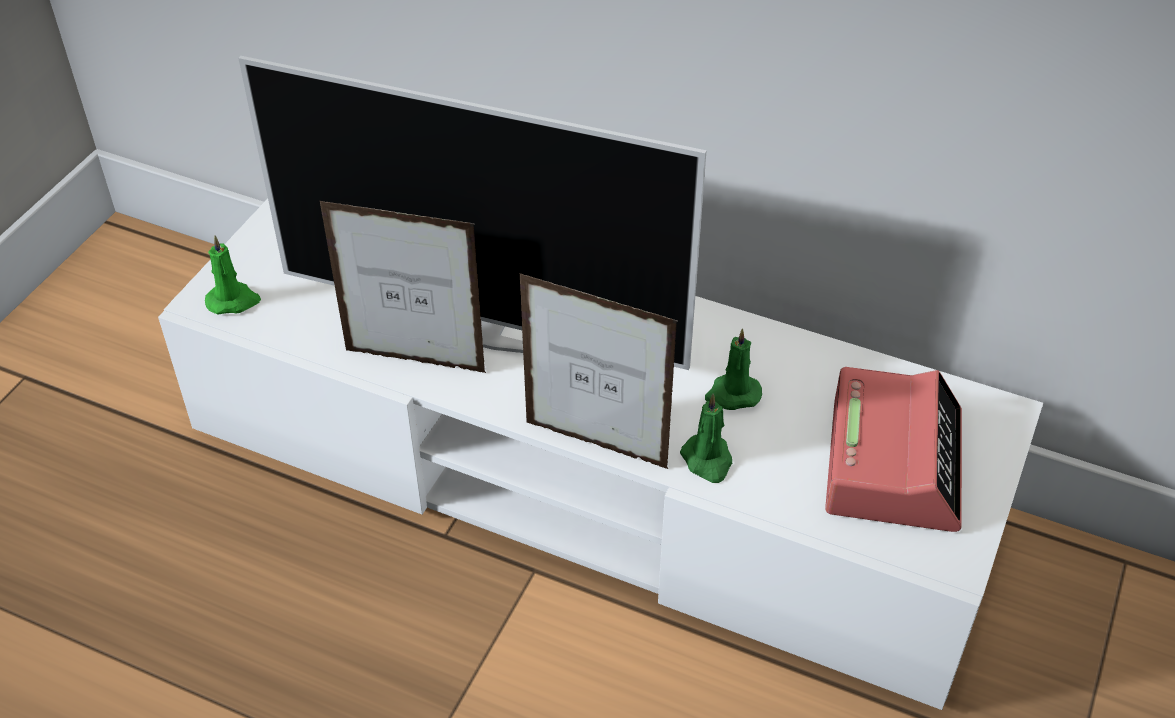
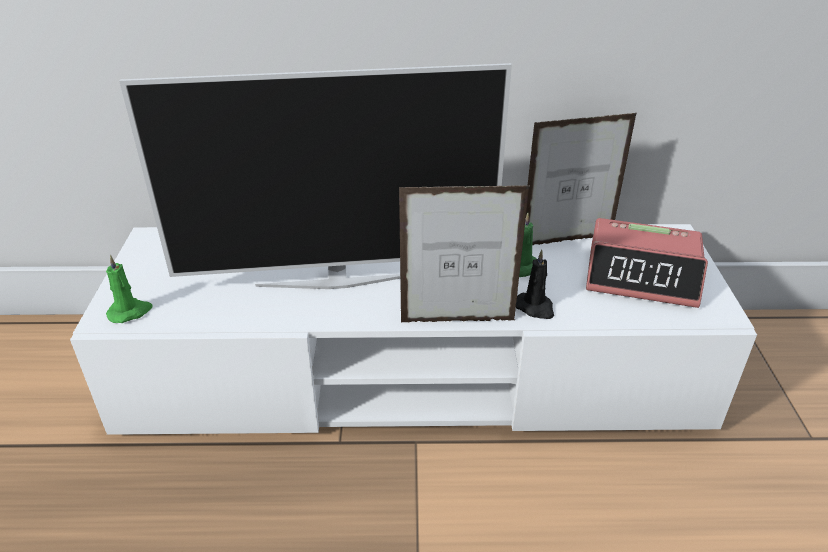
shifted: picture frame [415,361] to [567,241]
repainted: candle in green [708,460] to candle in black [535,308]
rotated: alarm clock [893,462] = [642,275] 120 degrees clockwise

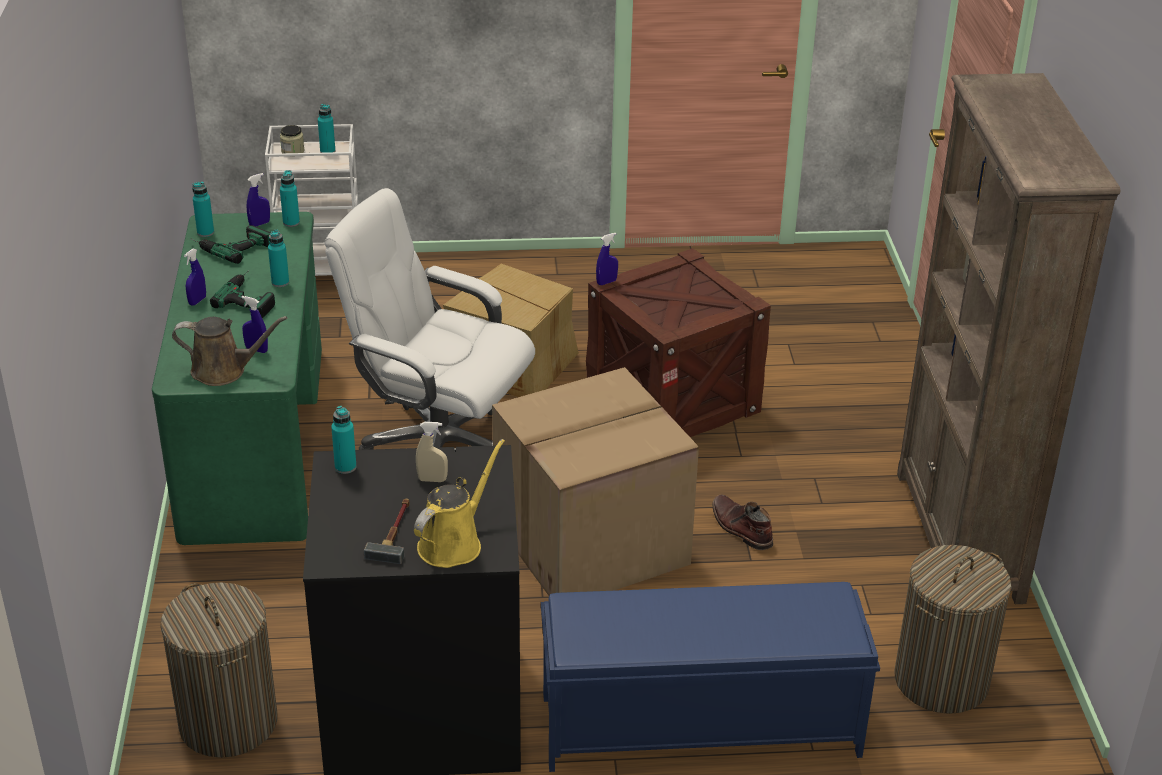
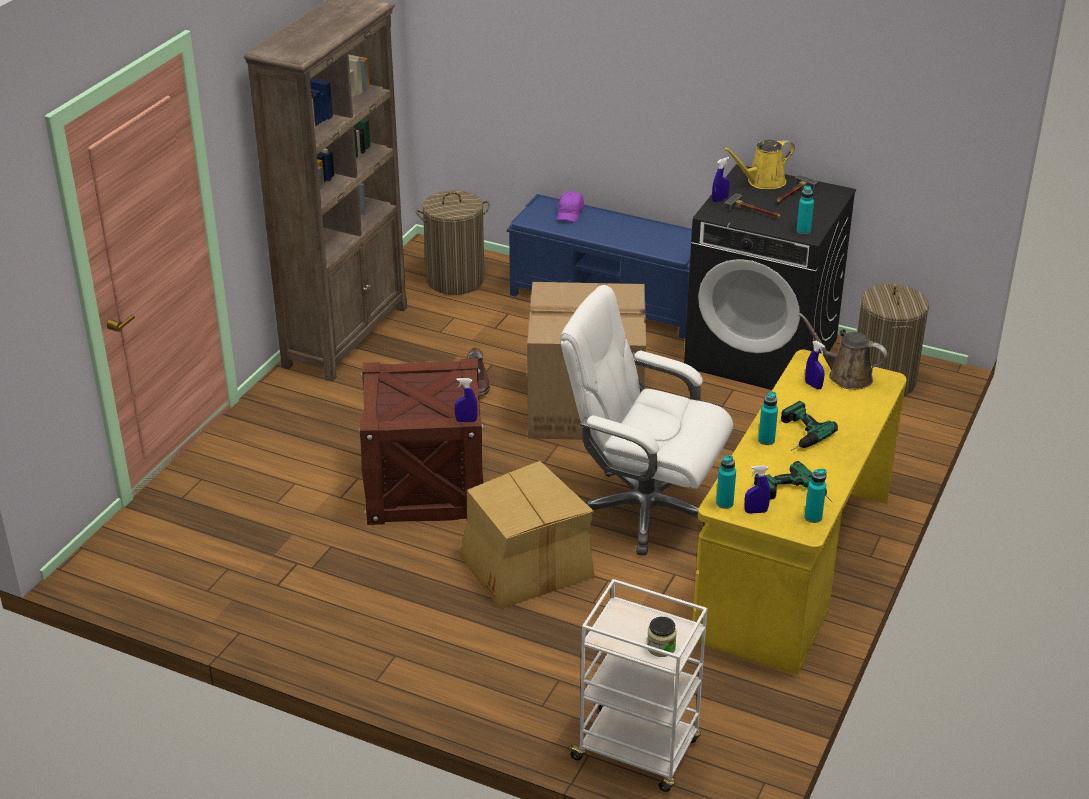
gone: bottle in turquoise [327,151]
new: cap in purple [570,213]
shifted: spray bottle in blue [197,301] to [720,200]
swapped: spray bottle in beige [432,480] to hammer [754,212]
repainted: desk in green [254,440] to desk in yellow [794,567]
rotated: office chair in white [438,446] = [643,510] 150 degrees clockwise

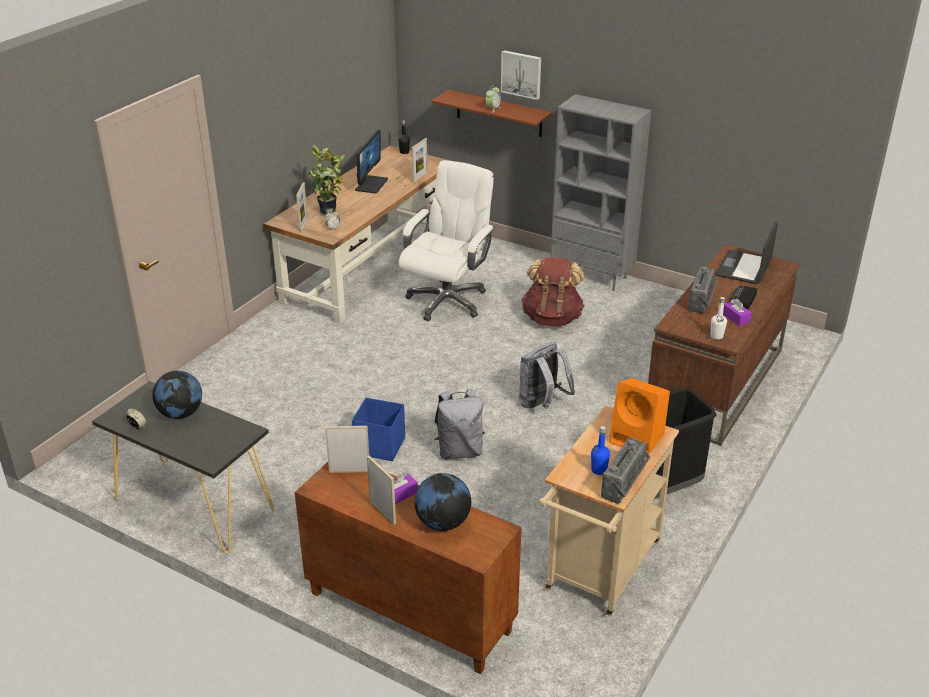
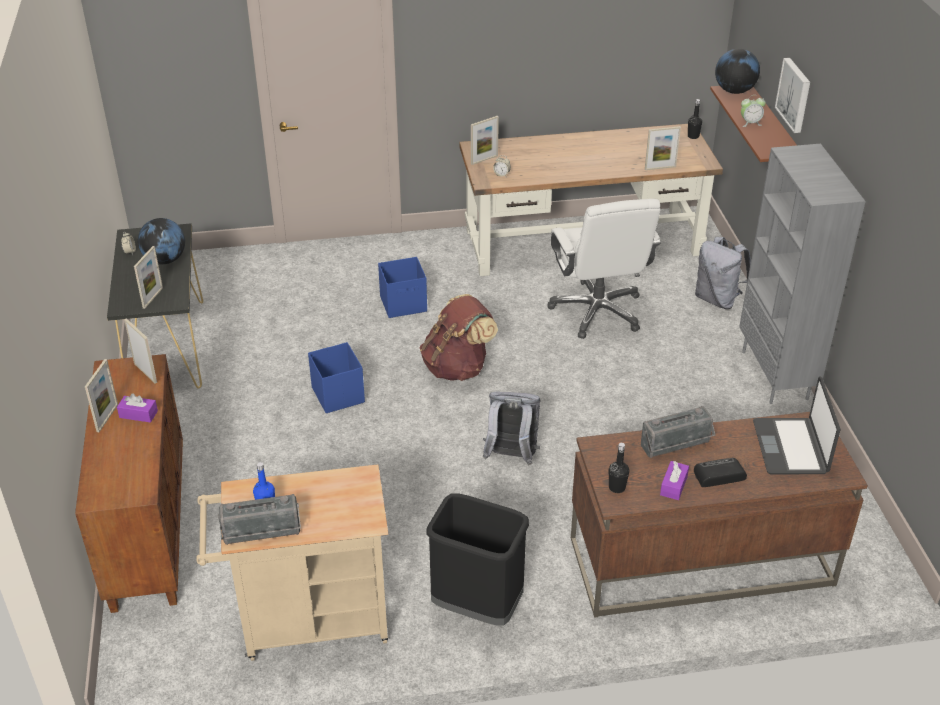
gone: potted plant [330,212]; monitor [370,184]; speaker in orange [638,438]
new: picture frame [153,298]; storage box in blue [404,304]
shifted: globe [443,522] to [734,91]; backpack in grey [459,451] to [717,299]; backpack in brown [552,318] to [457,367]
repainted: bottle in white [716,336] to bottle in black [617,487]
rotated: office chair in white [447,300] = [598,311] 90 degrees clockwise; laptop [744,268] = [791,447] 75 degrees counterclockwise

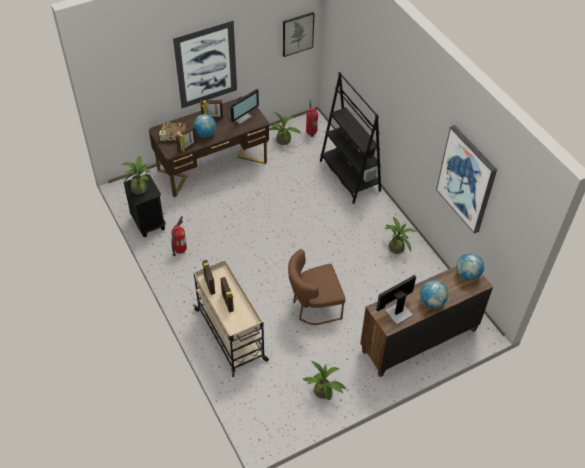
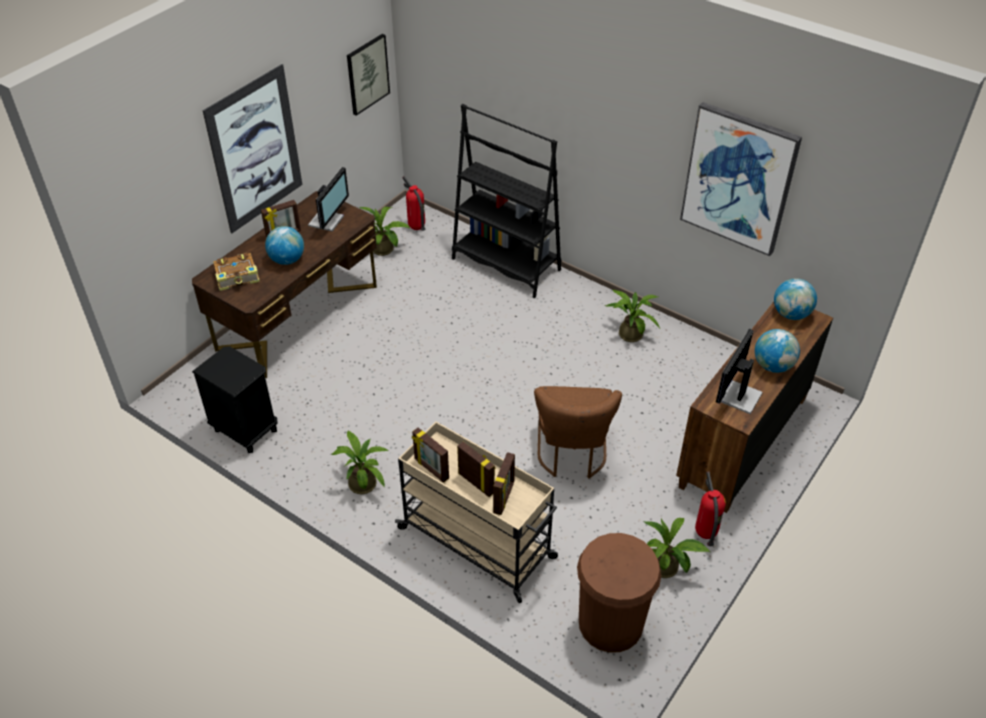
new: trash can in brown [610,623]
shifted: potted plant [140,187] to [362,481]; fire extinguisher [180,250] to [704,533]; picture frame [187,148] to [504,497]
rotated: chair in brown [313,307] = [571,454] 45 degrees counterclockwise

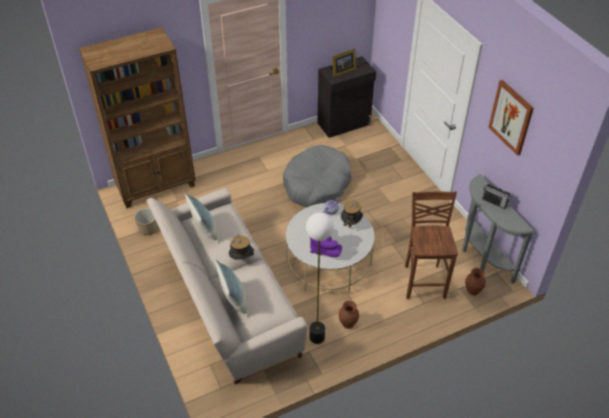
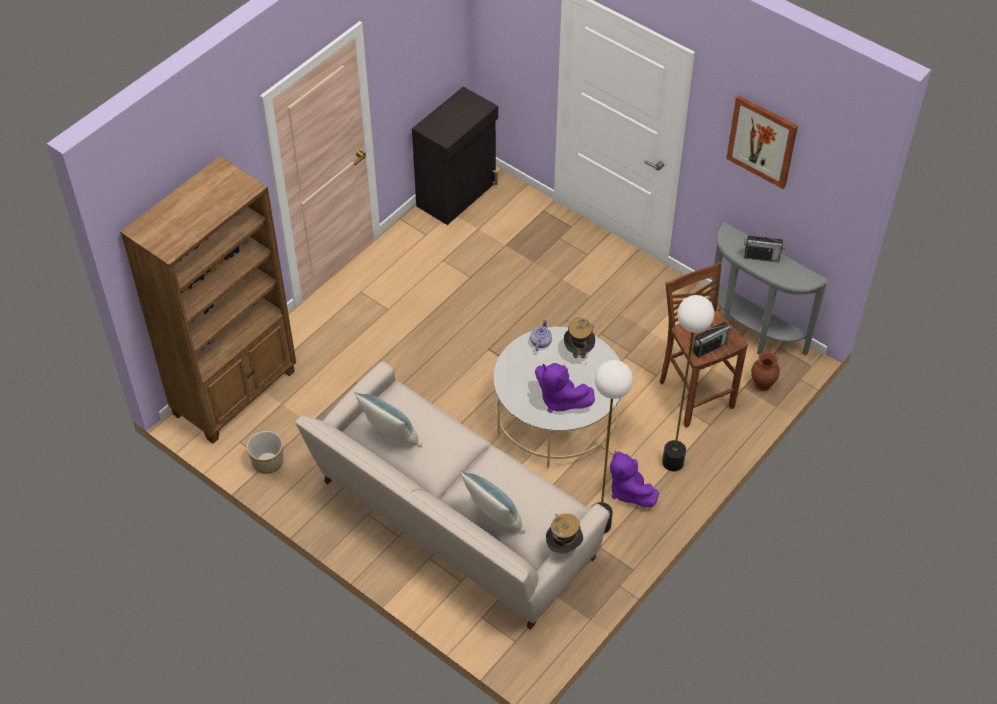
gone: dog bed in grey [316,184]; picture frame [342,71]
new: floor lamp [673,462]; radio [710,347]
shifted: hat [242,259] to [564,548]
swapped: vase in brown [347,323] to plush toy in purple [629,490]

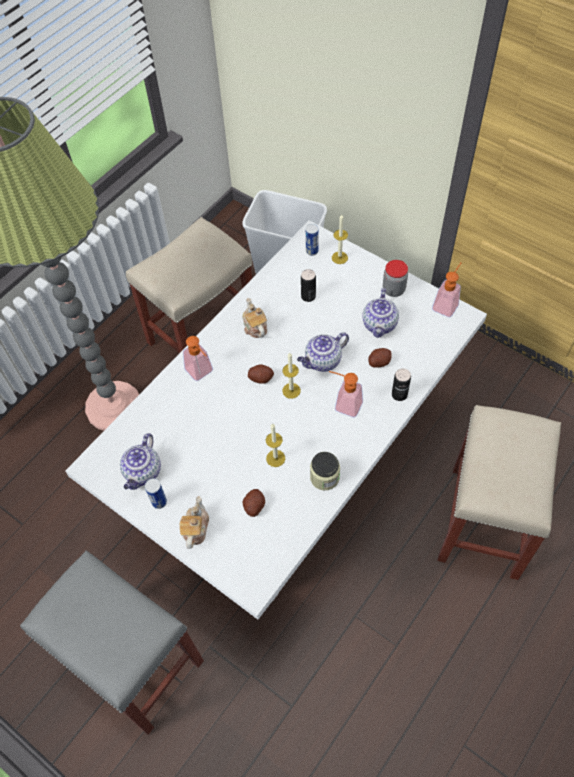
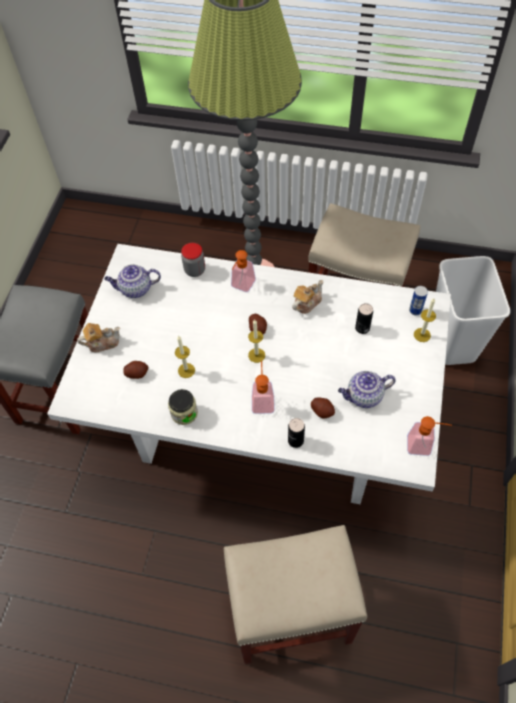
gone: can [159,502]; teapot [322,361]
shifted: jar [393,290] to [195,270]

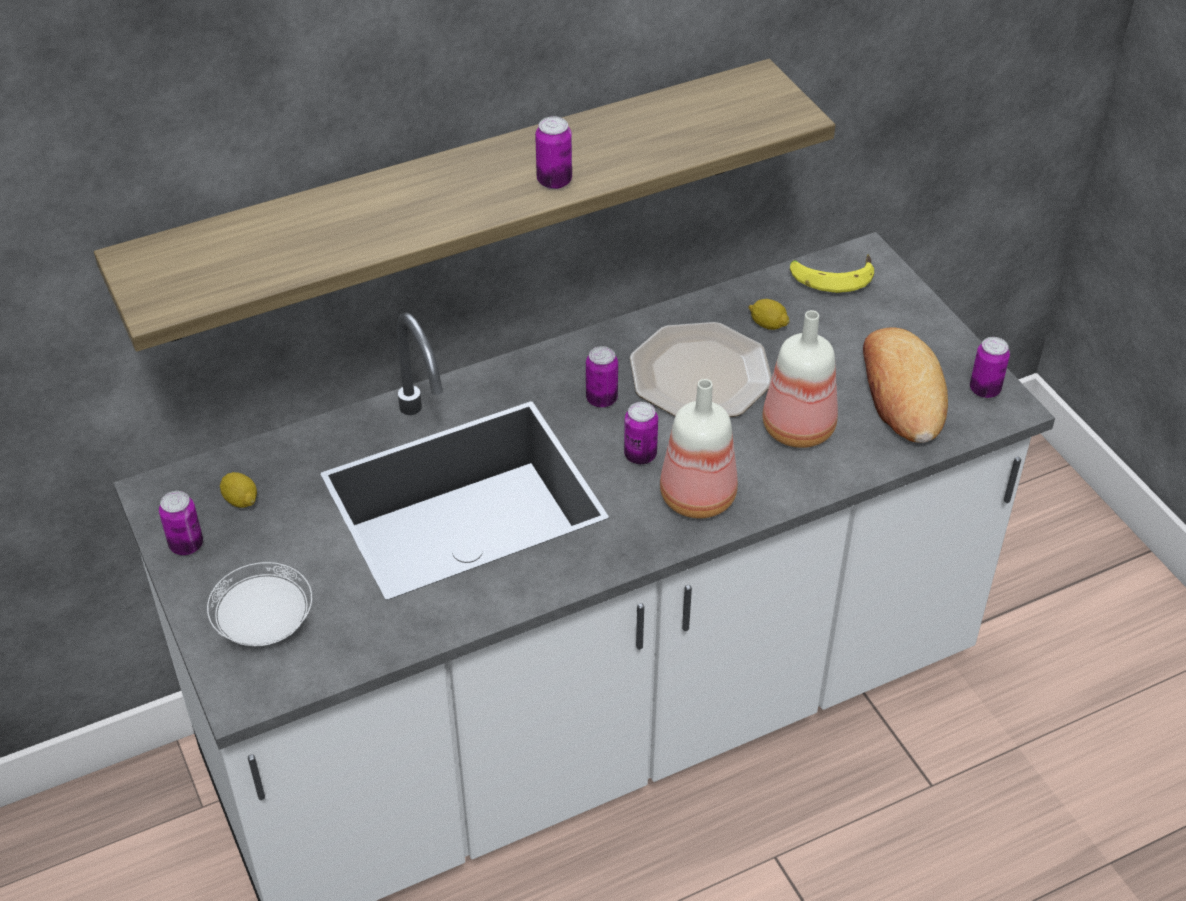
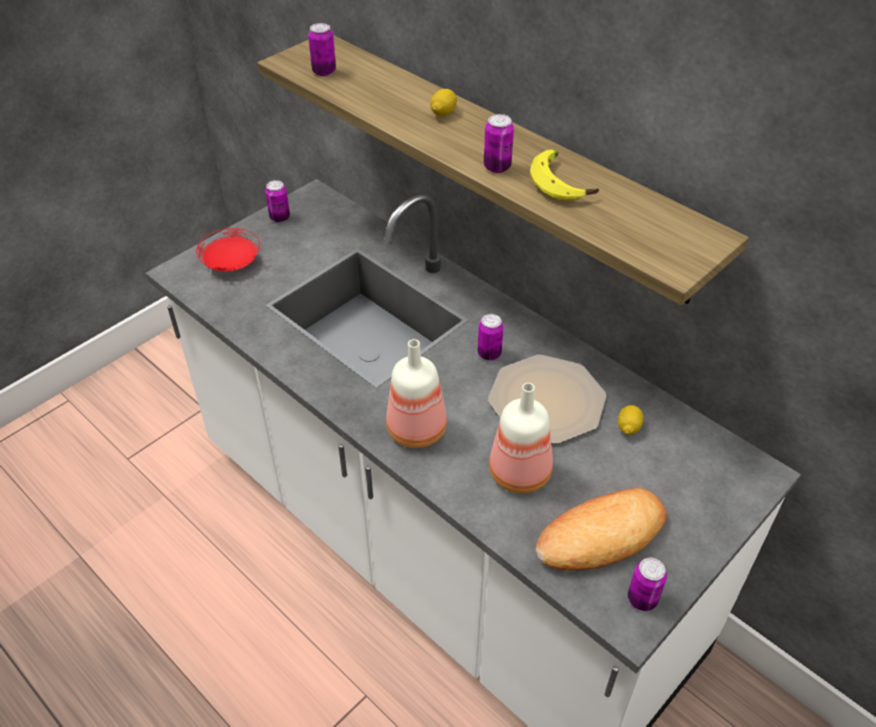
shifted: lemon [240,500] to [443,113]; can [640,455] to [324,71]; banana [831,276] to [563,183]
repainted: plate in white [265,624] to plate in red [231,264]

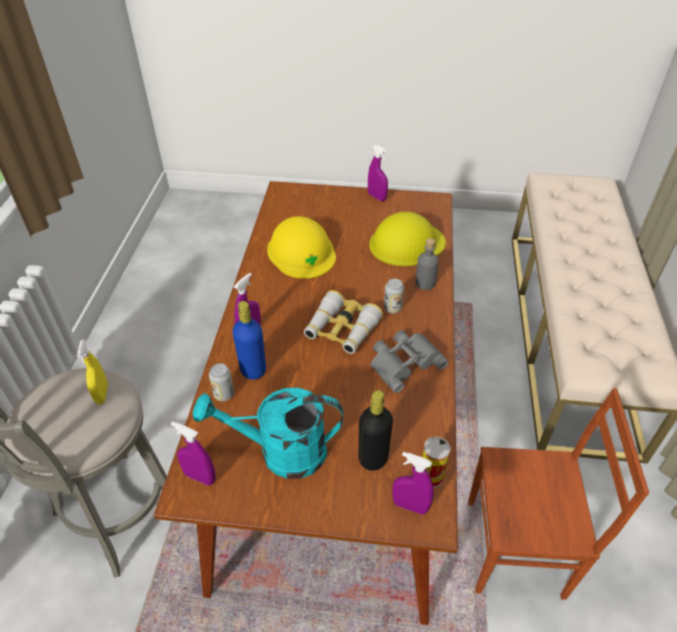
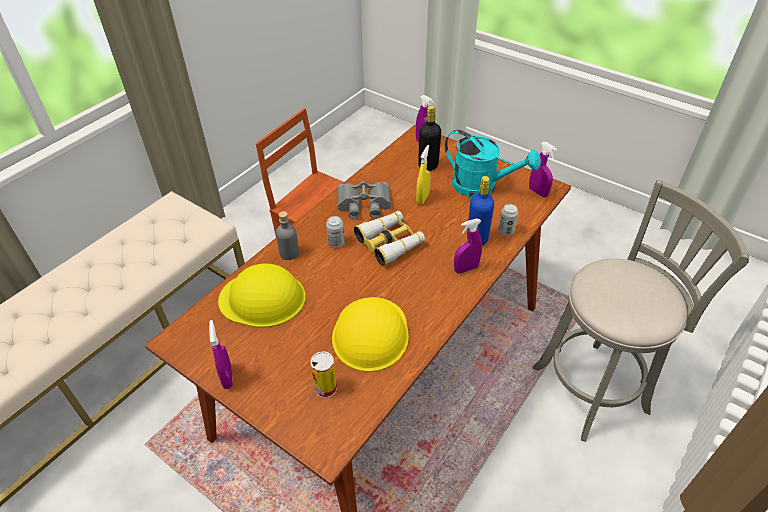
shifted: spray bottle in yellow [102,394] to [422,198]; can [431,476] to [326,388]

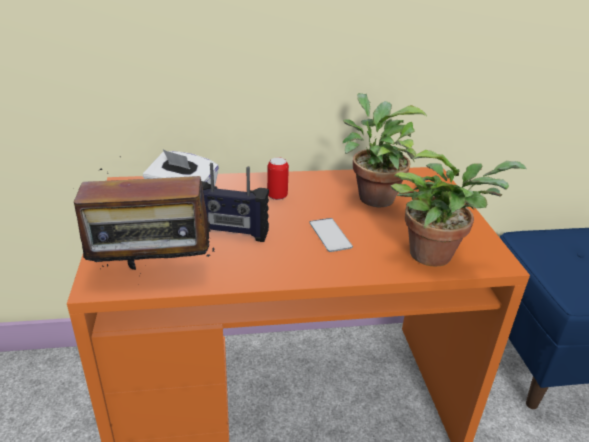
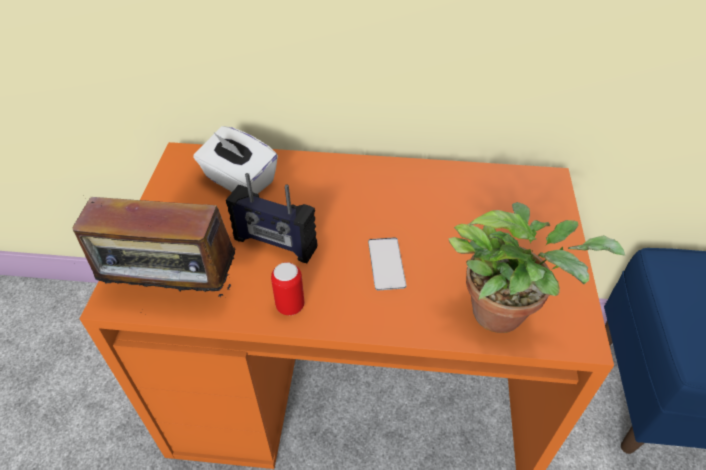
gone: potted plant [372,196]
shifted: can [277,196] to [290,306]

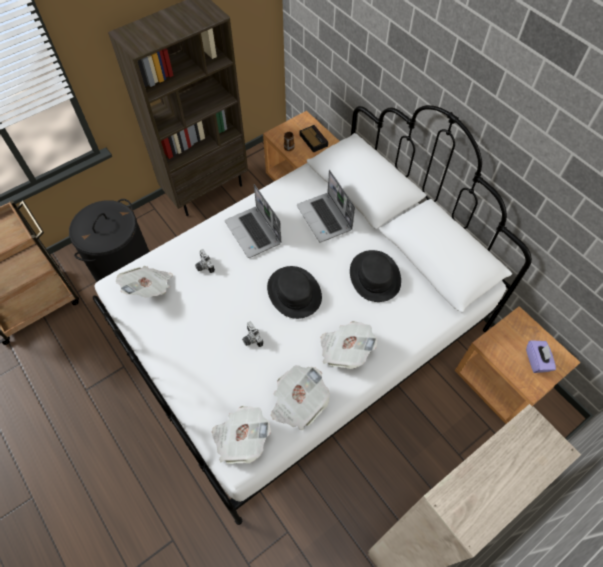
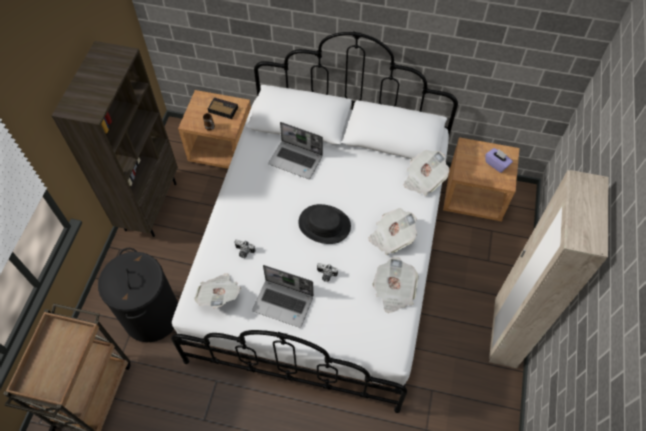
gone: hat in black [375,276]
shifted: newspaper [240,439] to [423,179]; laptop [254,233] to [284,303]

